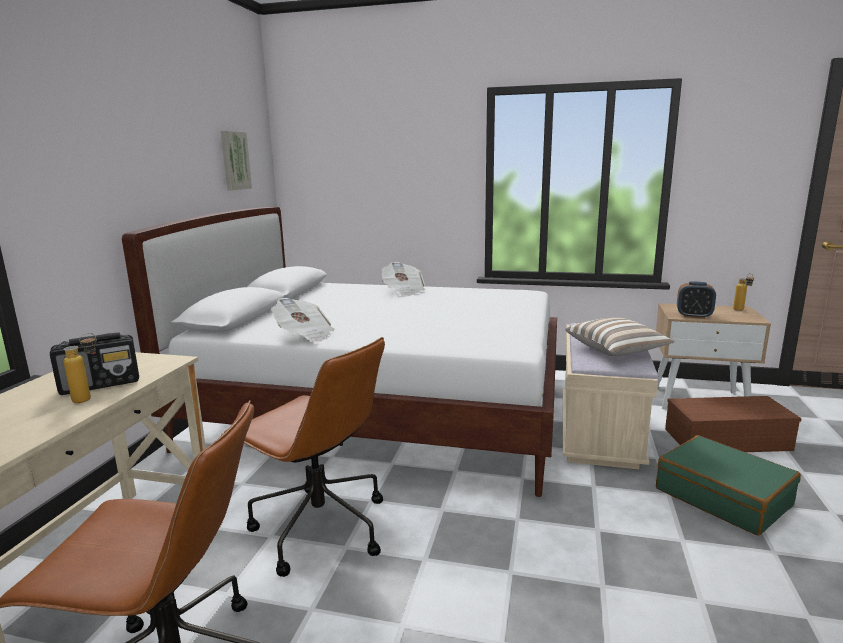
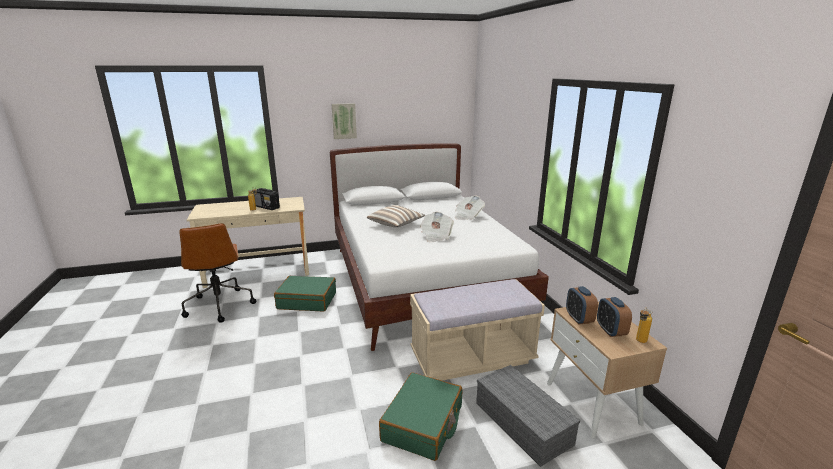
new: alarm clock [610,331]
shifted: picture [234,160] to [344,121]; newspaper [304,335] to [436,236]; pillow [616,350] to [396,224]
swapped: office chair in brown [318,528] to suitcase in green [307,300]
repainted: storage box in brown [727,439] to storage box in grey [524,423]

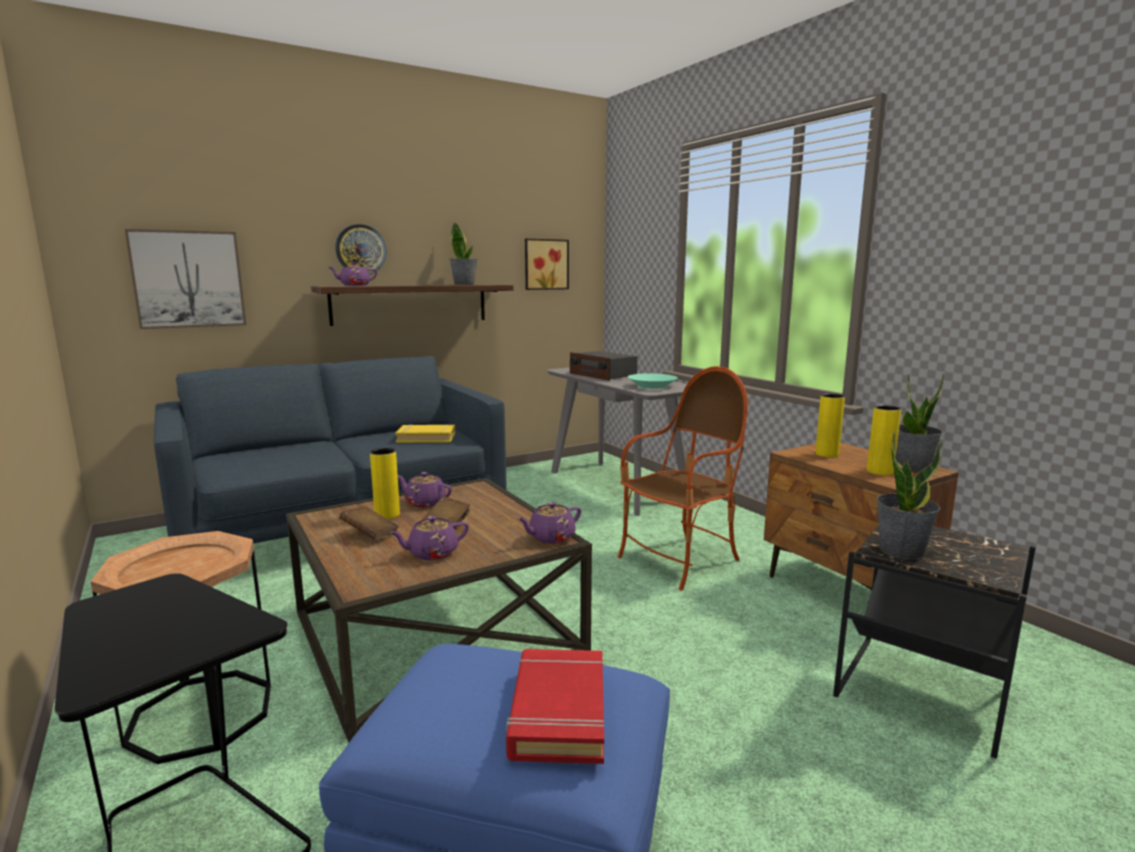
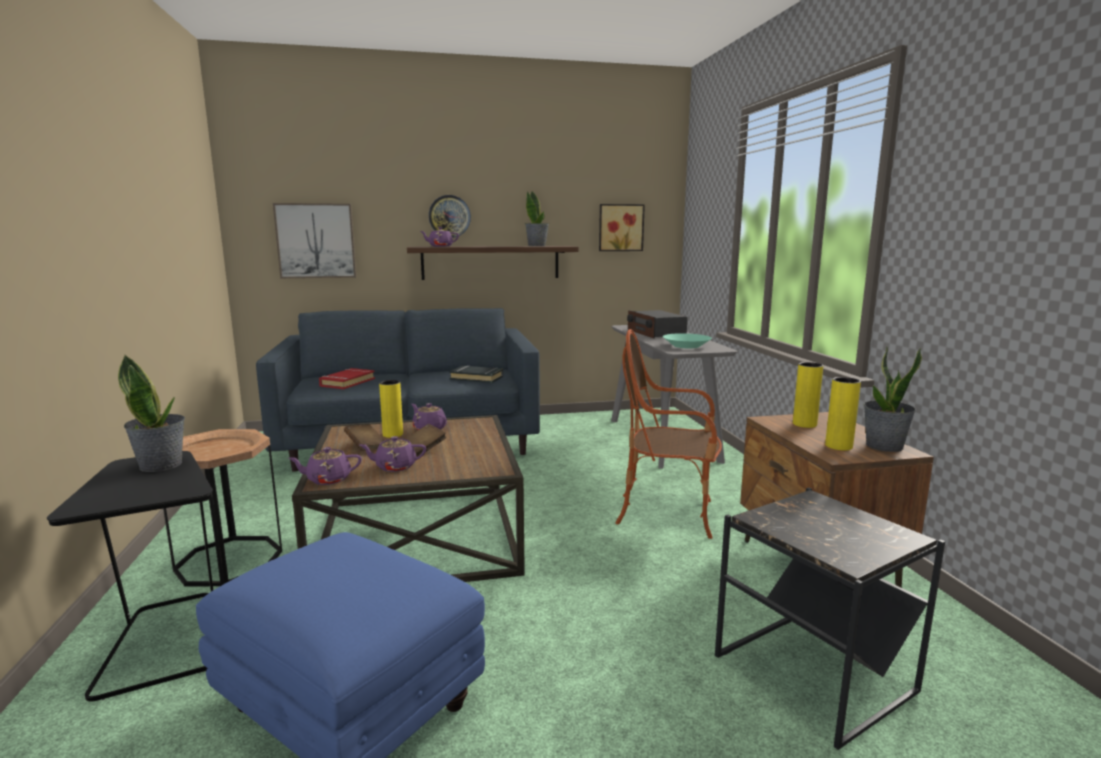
shifted: book in red [558,712] to [347,382]; teapot in purple [550,537] to [328,479]; potted plant [901,550] to [162,465]
repainted: book in yellow [426,438] to book in black [477,378]
rotated: armchair [680,561] = [667,513] 150 degrees counterclockwise

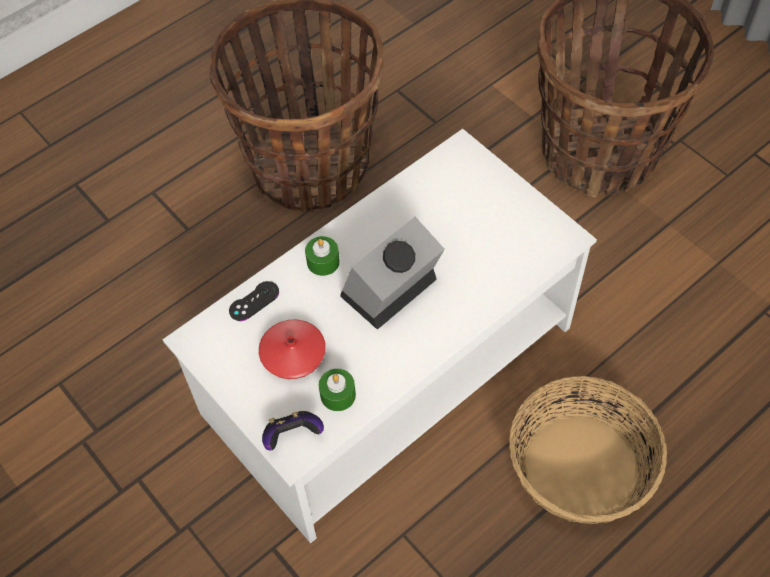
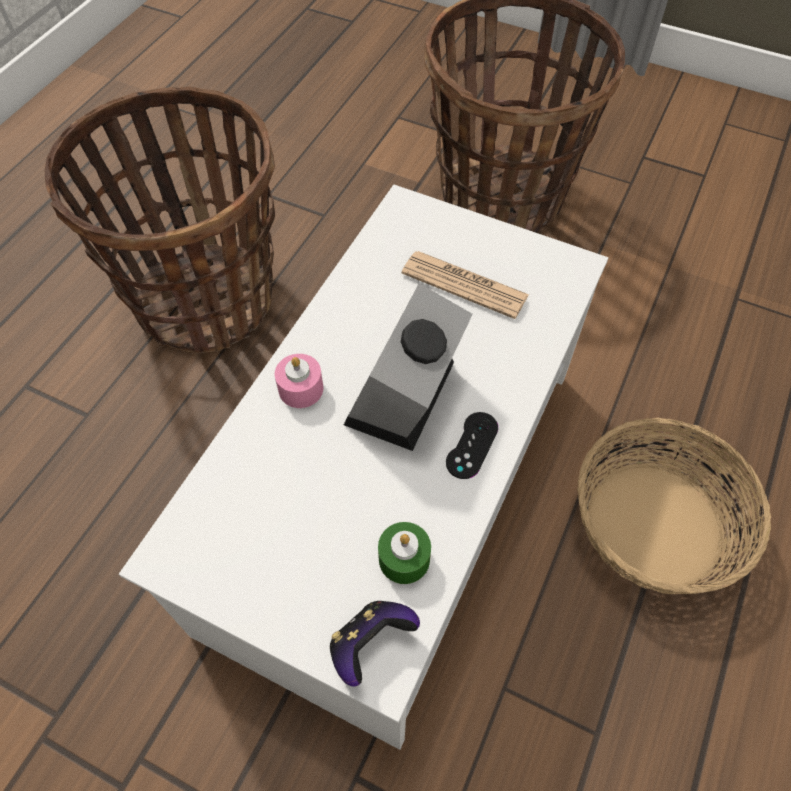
gone: vase in red [293,354]
new: newspaper [464,285]
shifted: game controller in black [254,301] to [472,445]
repainted: candle in green [323,262] to candle in pink [301,389]

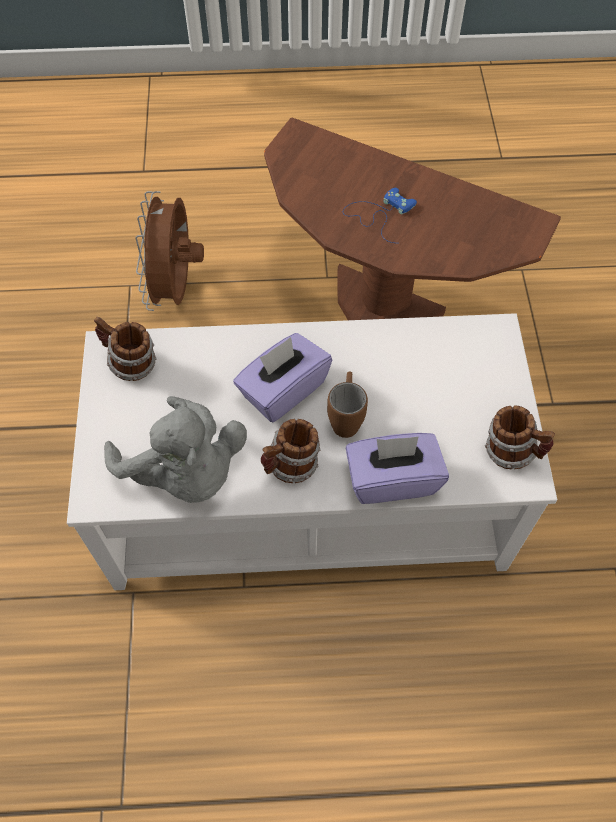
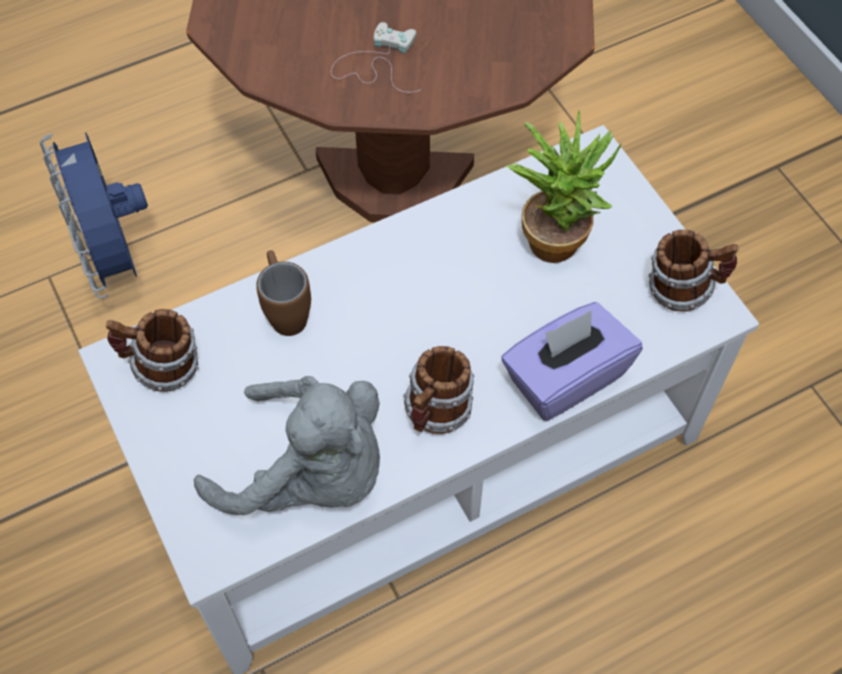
gone: tissue box in purple [283,390]
new: potted plant [555,234]
shifted: mug in brown [346,418] to [286,311]
repainted: fan in brown [176,289] to fan in blue [115,258]; game controller in blue [379,214] to game controller in white [377,63]

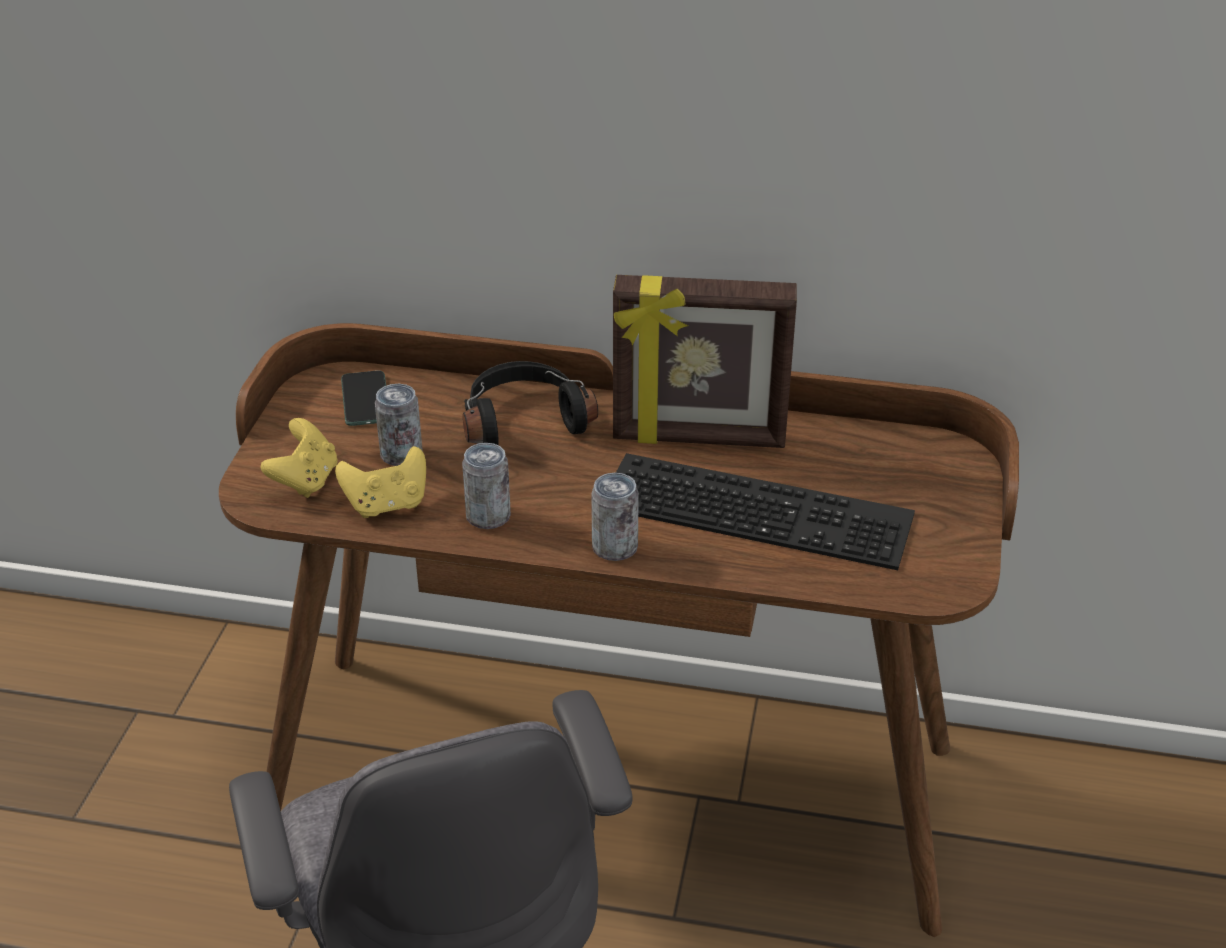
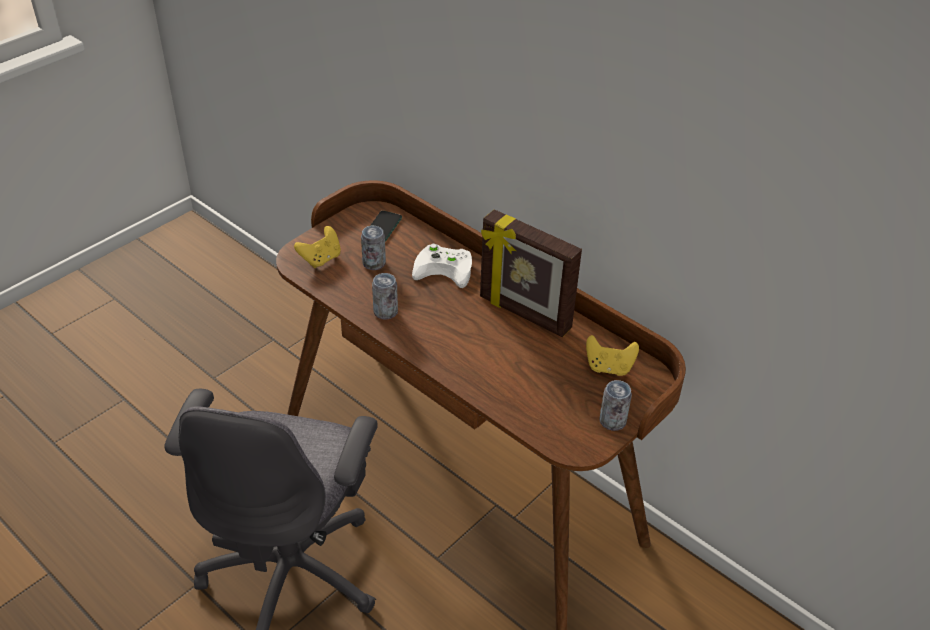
gone: keyboard [760,508]
shifted: game controller in yellow [387,505] to [609,367]; can [614,548] to [612,421]
swapped: headphones in black [523,420] to game controller in white [446,268]

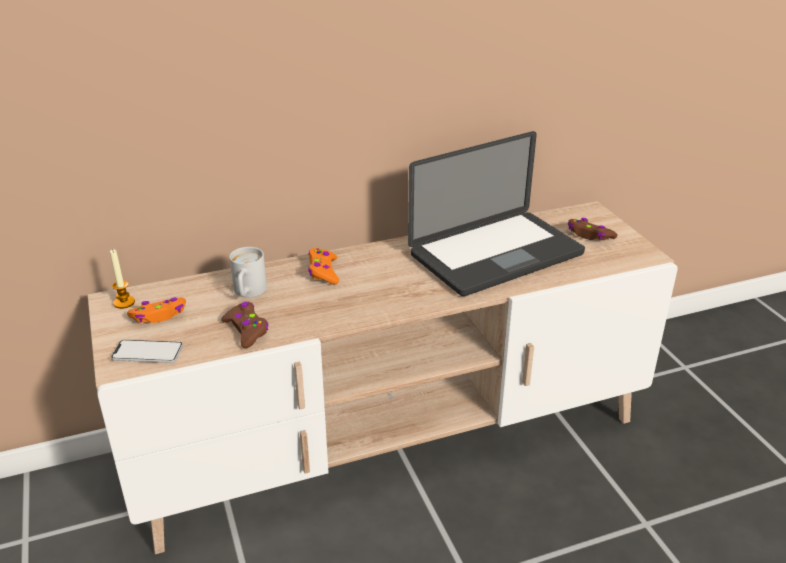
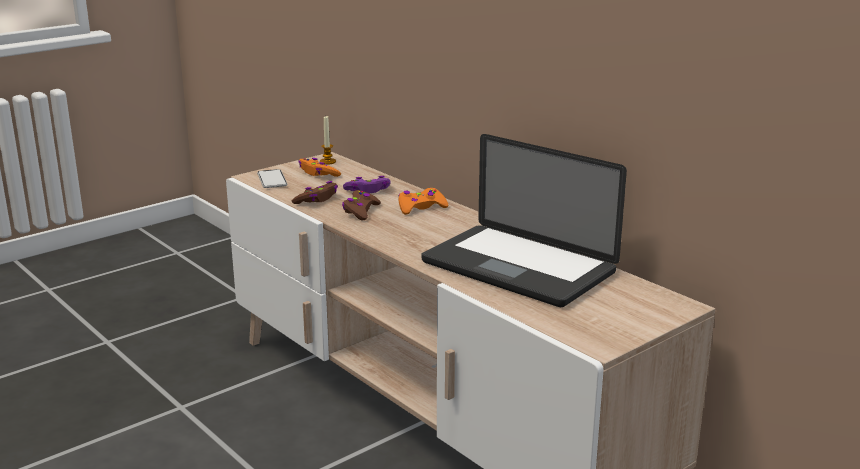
shifted: game controller in brown [589,235] to [360,211]
swapped: mug in white [248,293] to game controller in purple [368,191]

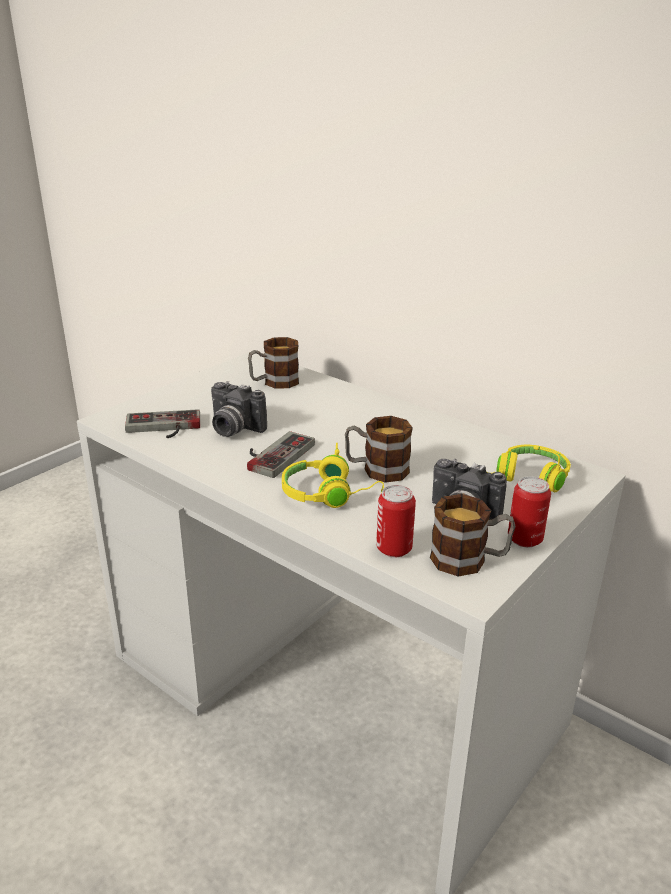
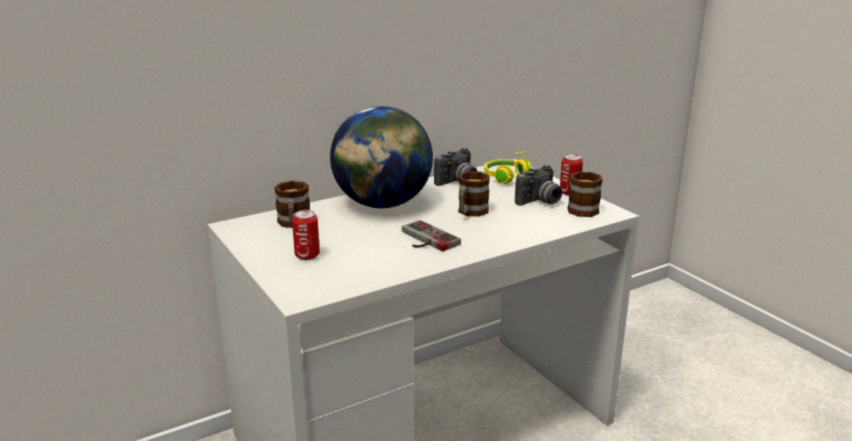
gone: game controller [163,428]; headphones in yellow [331,495]
new: globe [382,204]
shifted: photo camera [233,429] to [458,182]; can [394,549] to [307,255]

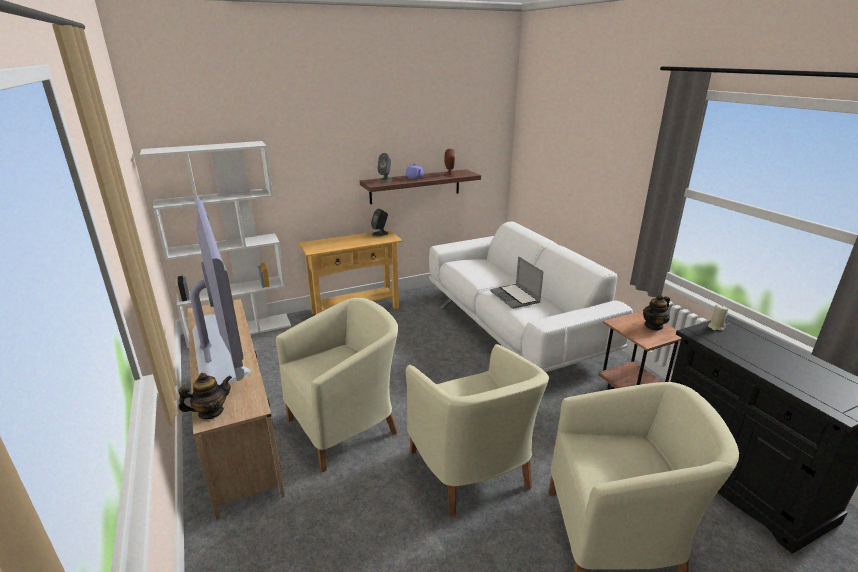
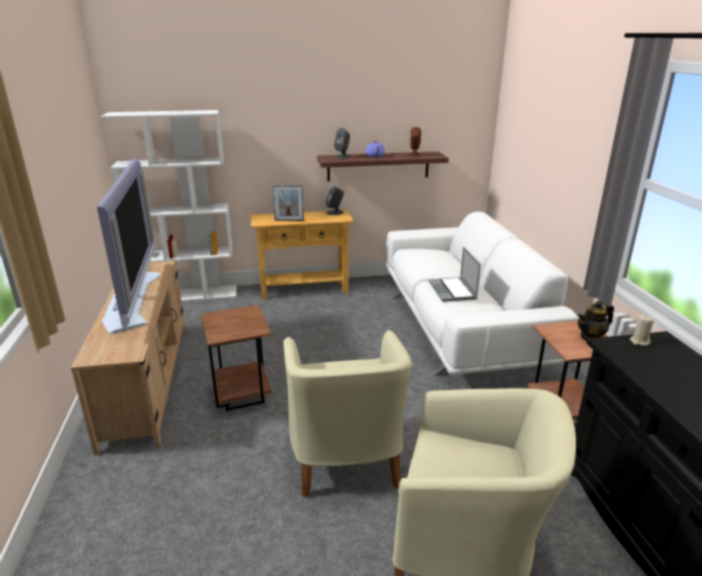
gone: teapot [210,412]
new: picture frame [289,220]
swapped: armchair in beige [345,426] to side table in brown [243,395]

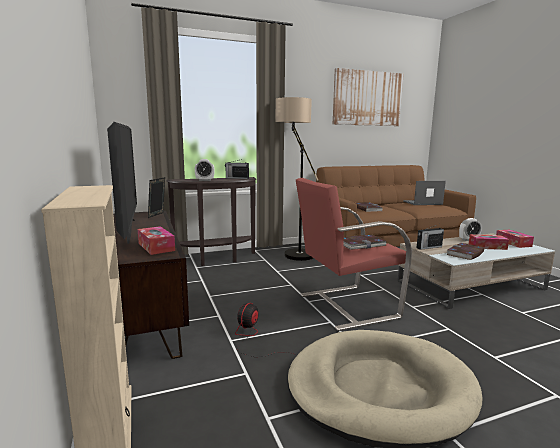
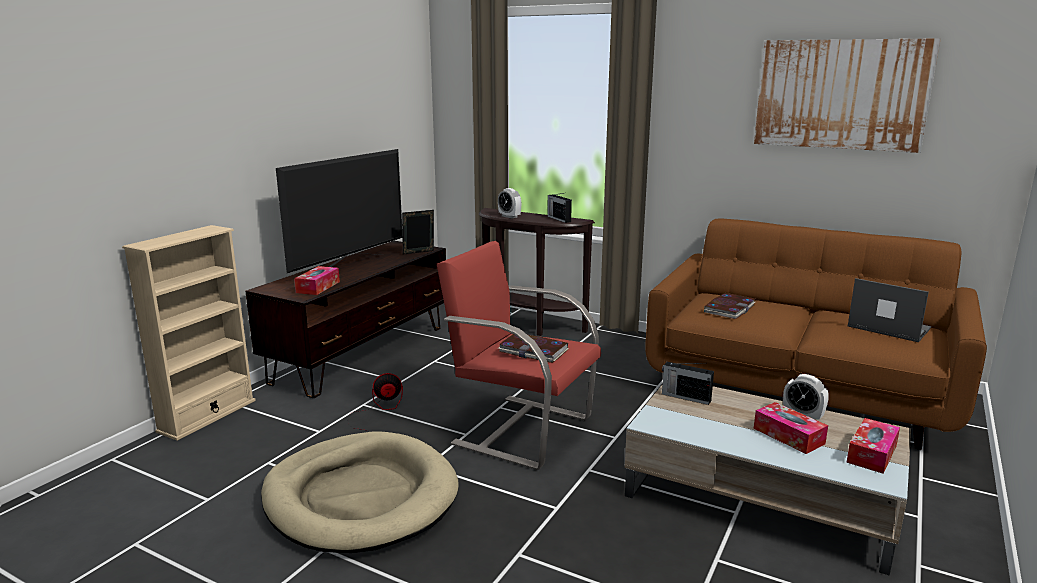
gone: floor lamp [294,252]; book [465,253]

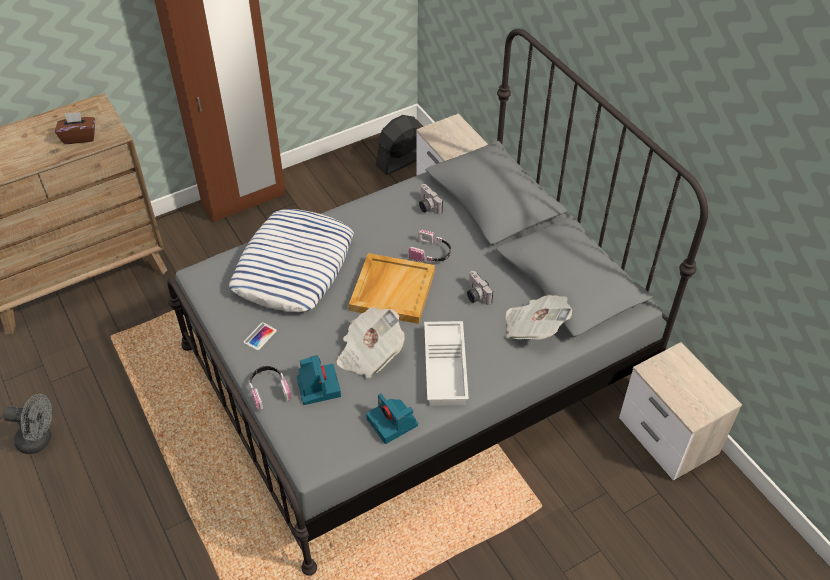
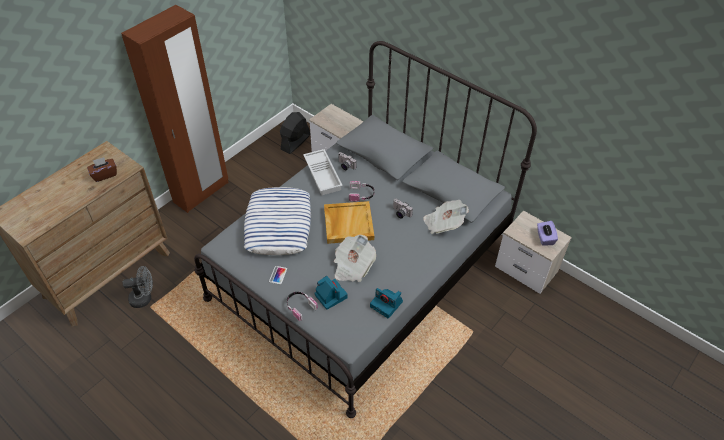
new: tissue box in purple [545,238]
shifted: fan in grey [40,440] to [144,298]; tray in white [447,367] to [323,175]

